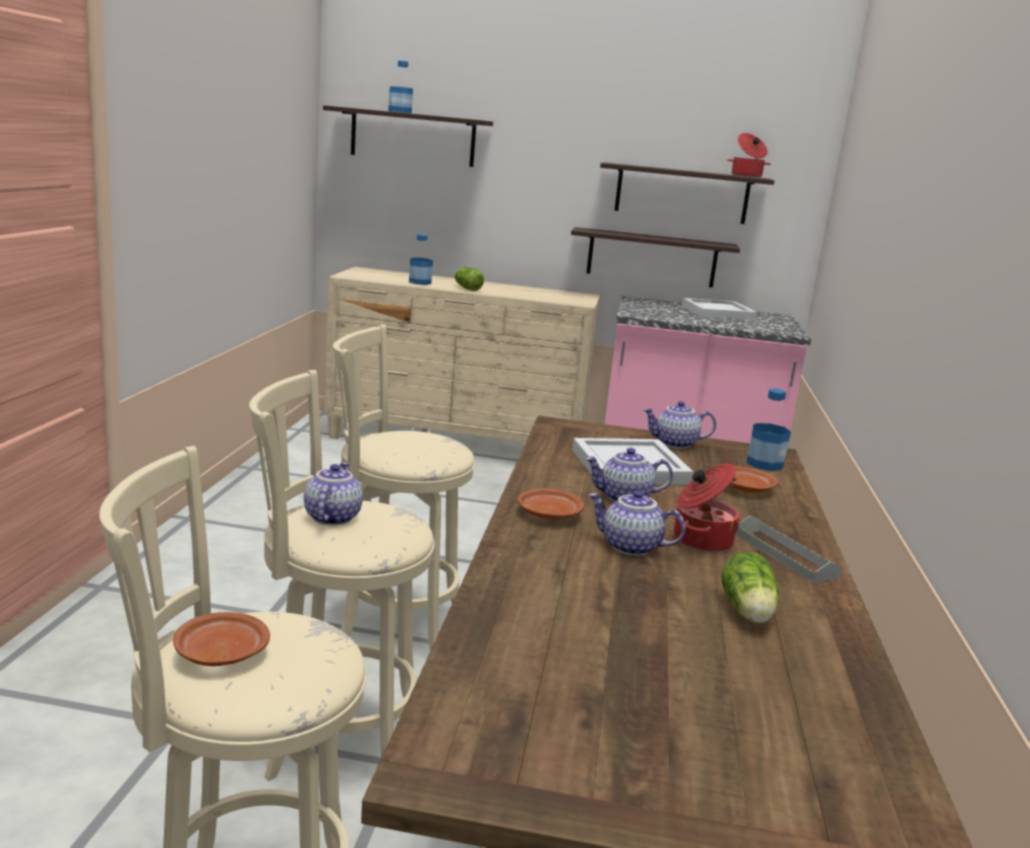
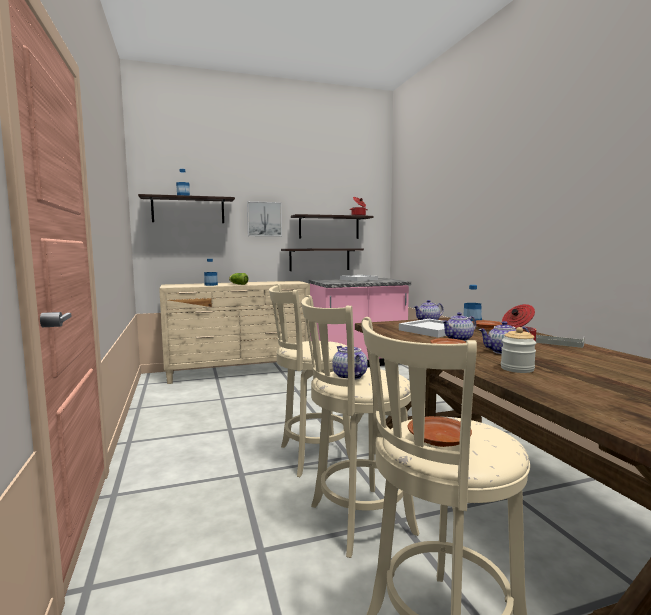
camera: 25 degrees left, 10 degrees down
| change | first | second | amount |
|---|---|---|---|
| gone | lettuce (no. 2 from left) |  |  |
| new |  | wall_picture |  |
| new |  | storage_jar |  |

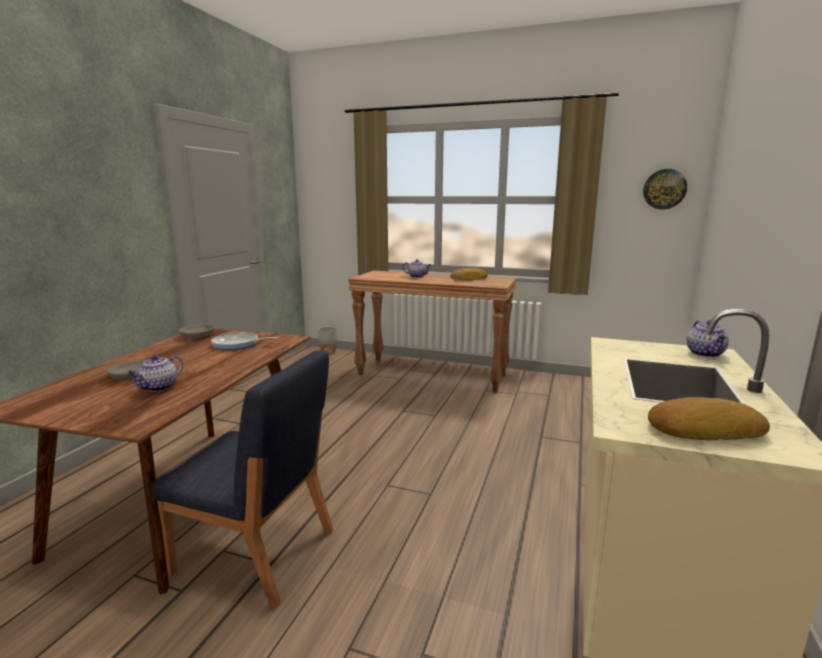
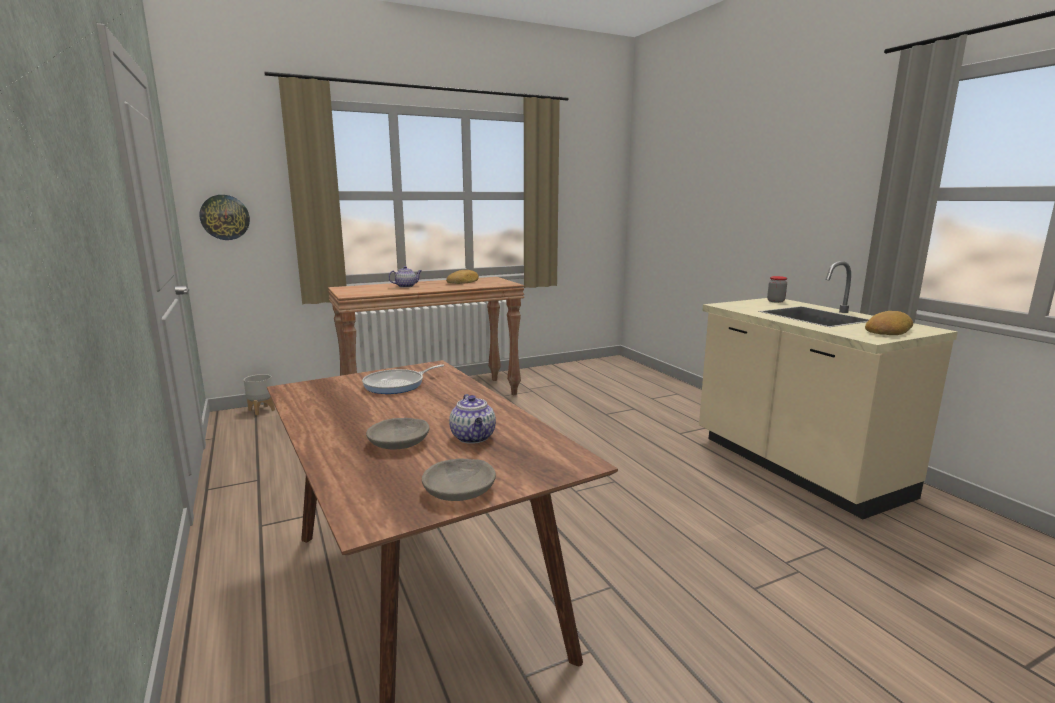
camera: 45 degrees left, 0 degrees up
| change | first | second | amount |
|---|---|---|---|
| gone | blue_plain_chair |  |  |
| shifted | gray_bowl (no. 2 from left) |  |  |
| shifted | wall_clock |  |  |
| swapped | pot_for_tea (no. 3 from left) | storage_jar |  |

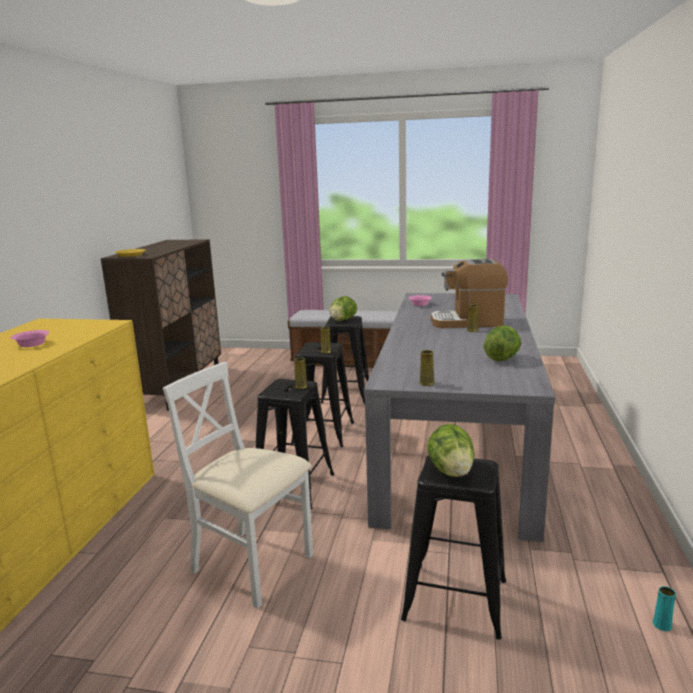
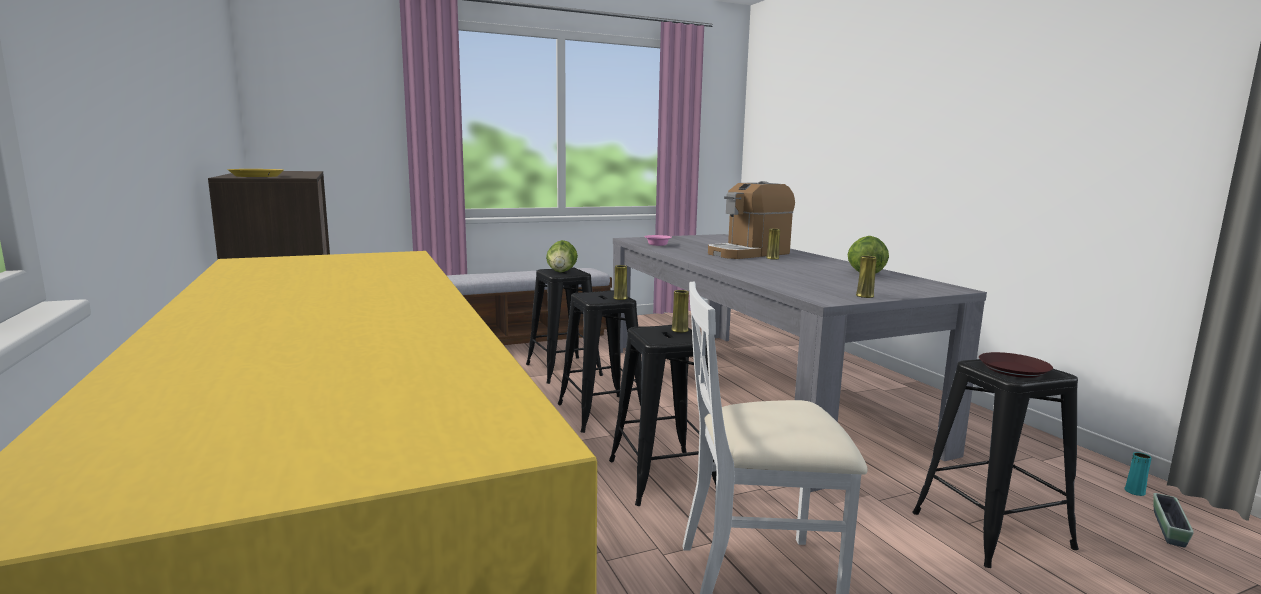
camera: 35 degrees left, 5 degrees down
| change | first | second | amount |
|---|---|---|---|
| gone | pink-coloured_bowl (no. 1 from left) |  |  |
| swapped | lettuce (no. 2 from left) | brown_dinner_plate |  |
| new |  | flower_pot |  |

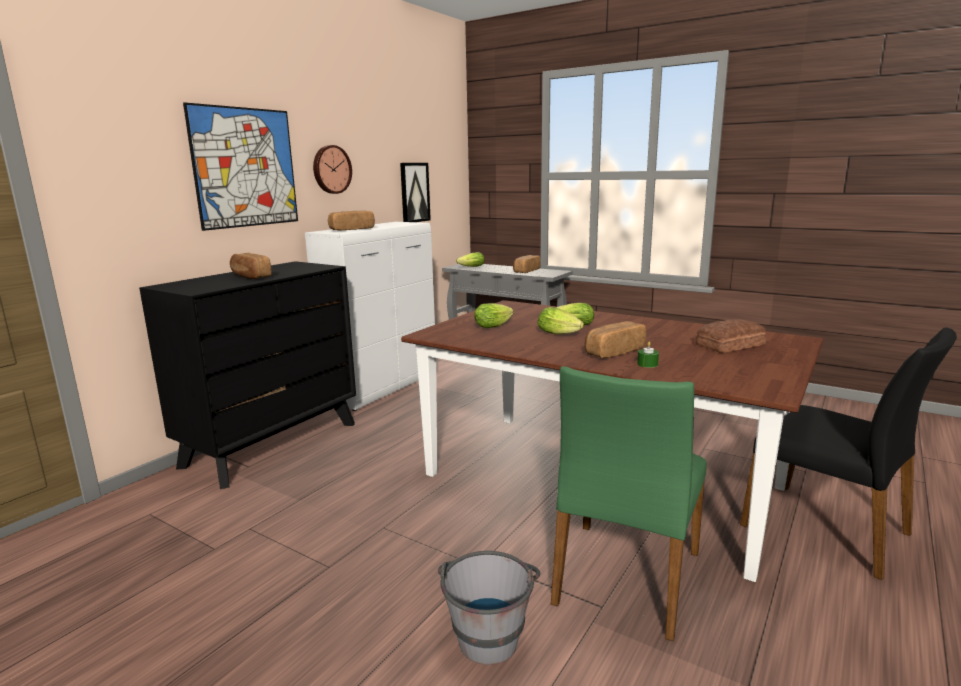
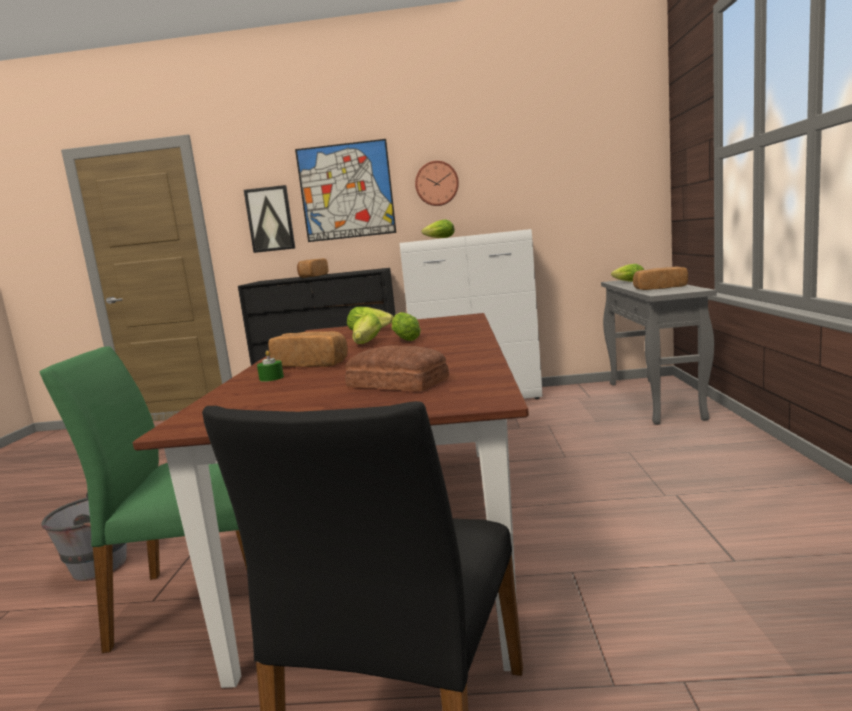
camera: 60 degrees right, 5 degrees down
| change | first | second | amount |
|---|---|---|---|
| swapped | bread (no. 2 from left) | lettuce (no. 4 from left) |  |
| shifted | wall_picture (no. 2 from left in the first image) | wall_picture (no. 1 from left) |  |

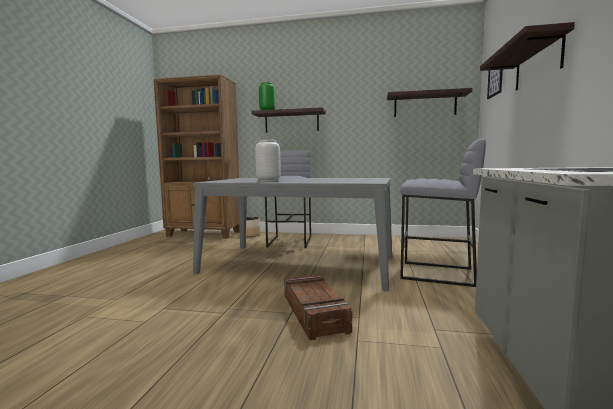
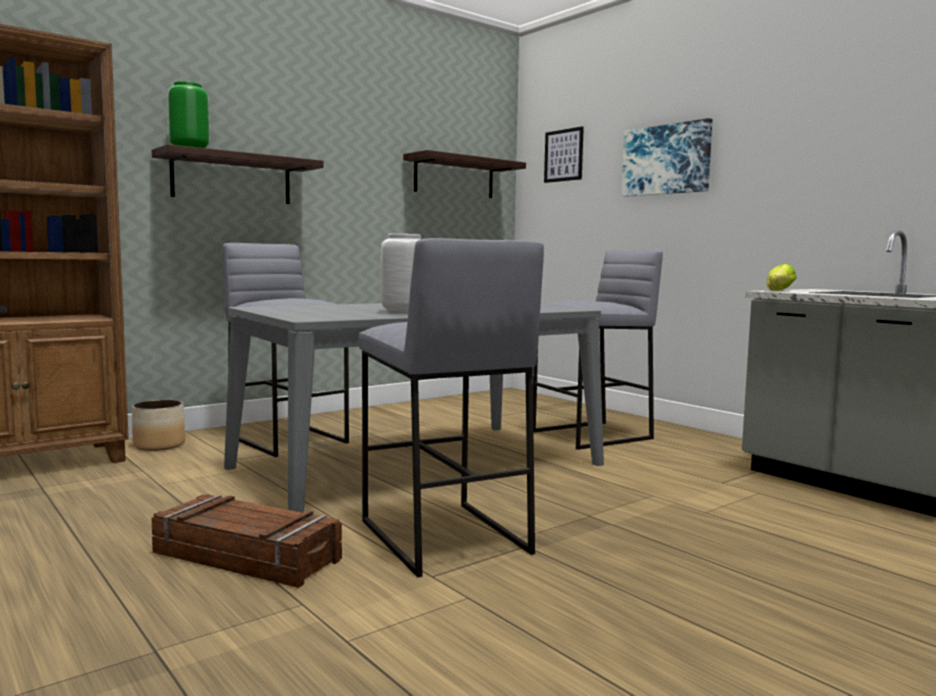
camera: 50 degrees left, 0 degrees up
| change | first | second | amount |
|---|---|---|---|
| shifted | packing_crate |  |  |
| swapped | shelf (no. 3 from left) | wall_picture (no. 2 from left) |  |
| new |  | gray_stool (no. 2 from left) |  |
| new |  | lettuce |  |

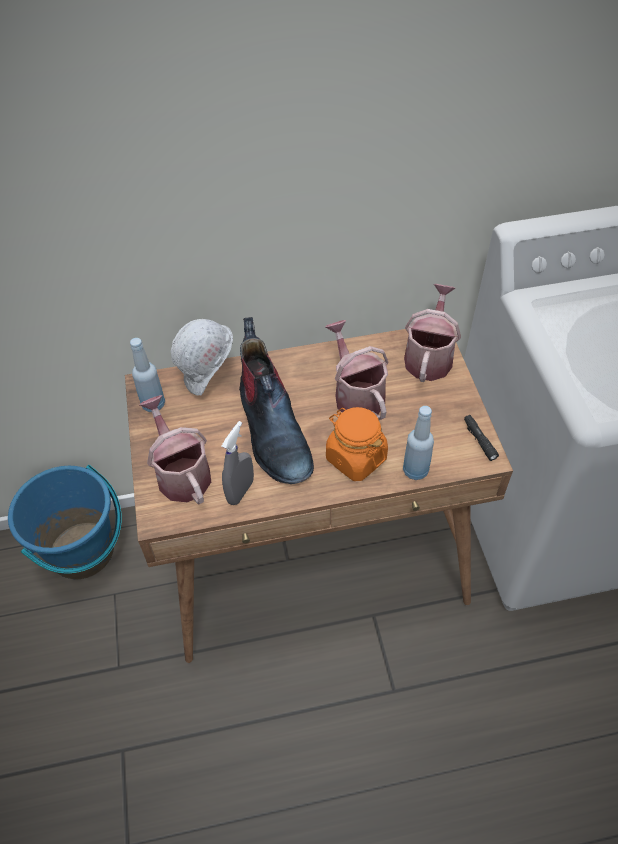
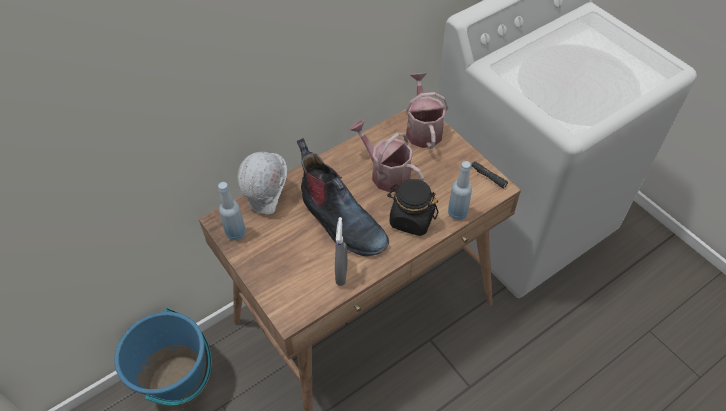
camera: 25 degrees left, 0 degrees up
| change | first | second | amount |
|---|---|---|---|
| gone | sprinkling_can (no. 1 from left) |  |  |
| repainted | orange_storage_jar | black_storage_jar |  |

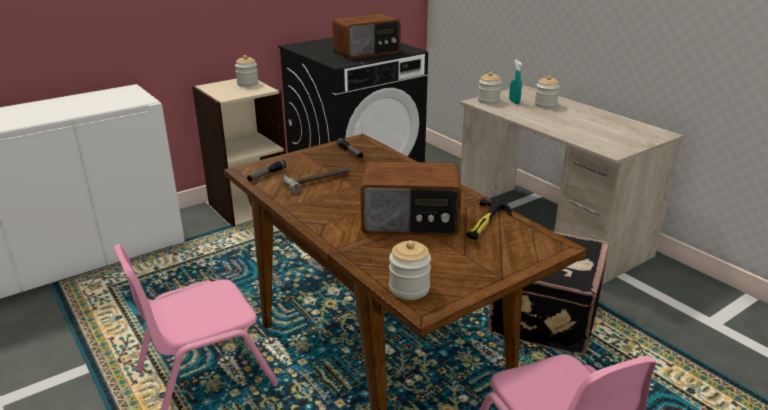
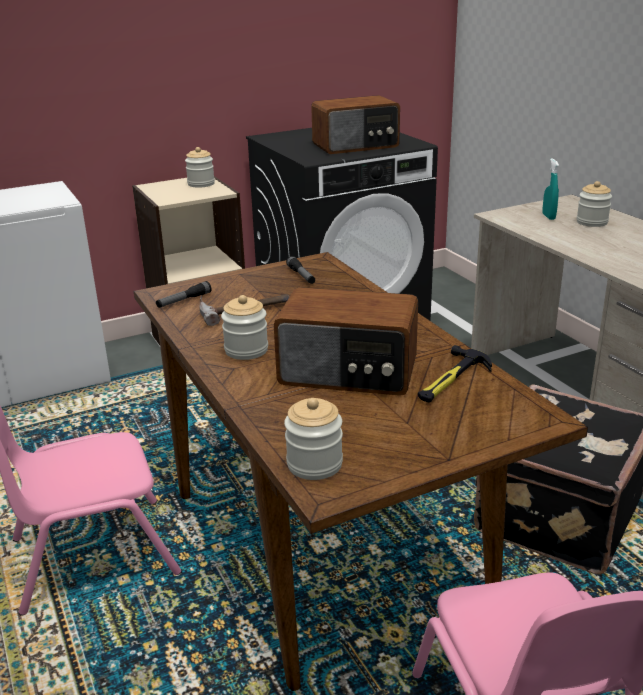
camera: 10 degrees right, 0 degrees up
| change | first | second | amount |
|---|---|---|---|
| shifted | storage_jar (no. 3 from left in the first image) | storage_jar (no. 2 from left) |  |

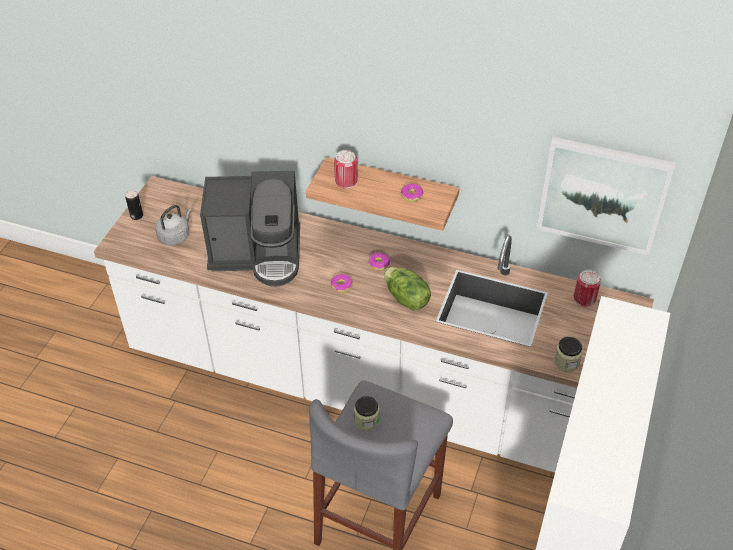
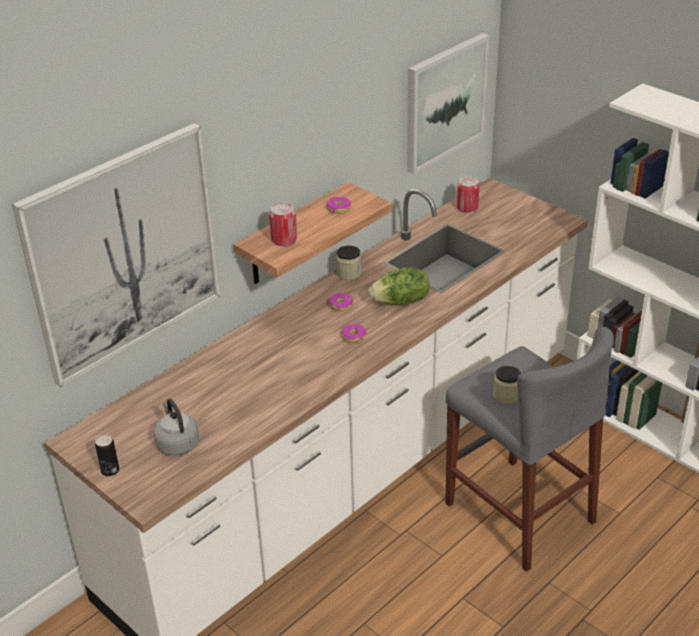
camera: 65 degrees left, 10 degrees down
| change | first | second | amount |
|---|---|---|---|
| gone | coffee_machine |  |  |
| shifted | storage_jar (no. 2 from left in the first image) | storage_jar (no. 1 from left) |  |
| new |  | wall_picture (no. 1 from left) |  |

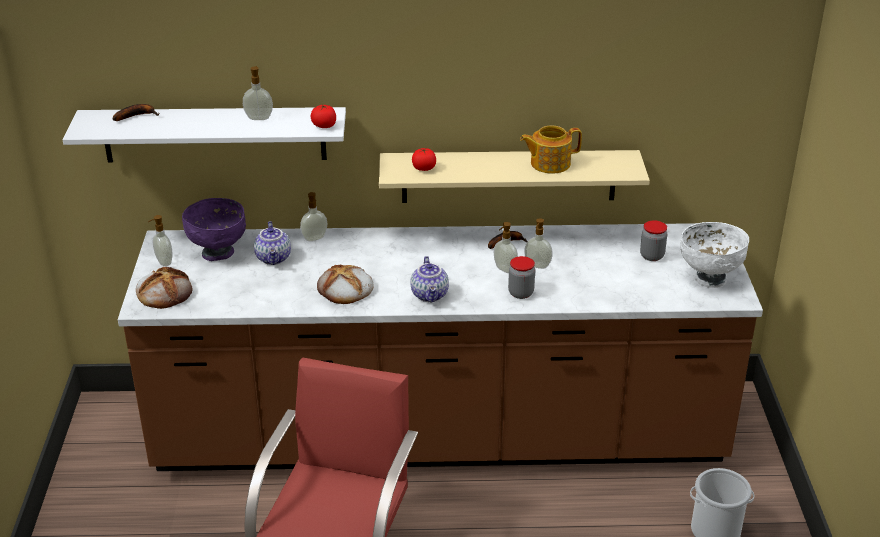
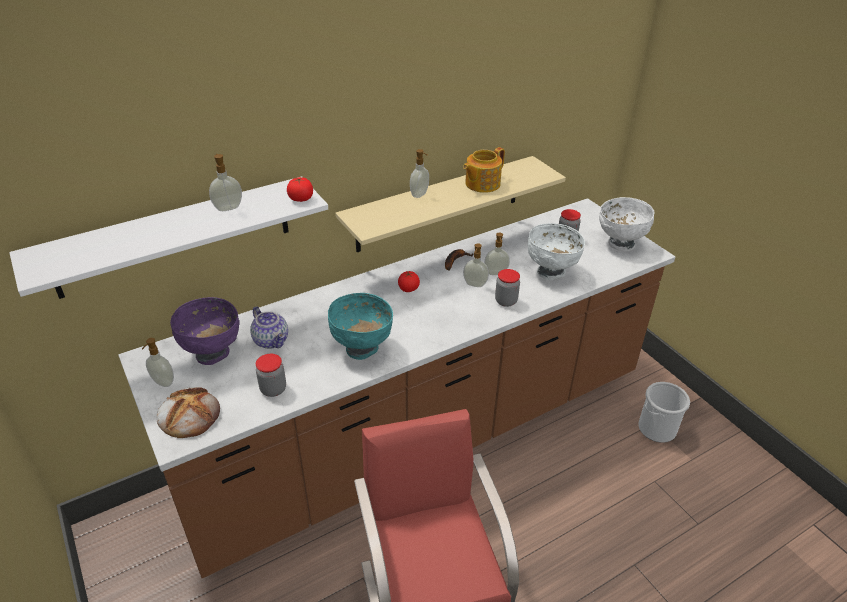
camera: 30 degrees left, 5 degrees up
| change | first | second | amount |
|---|---|---|---|
| gone | whole_banana (no. 1 from left) |  |  |
| shifted | liquid_soap_bottle (no. 3 from left) |  |  |
| swapped | bread (no. 2 from left) | turquoise-coloured_bowl |  |
| gone | pot_for_tea (no. 2 from left) |  |  |
| shifted | whole_tomato (no. 2 from left) |  |  |
| new |  | storage_jar (no. 1 from left) |  |
| new |  | white-coloured_bowl (no. 1 from left) |  |

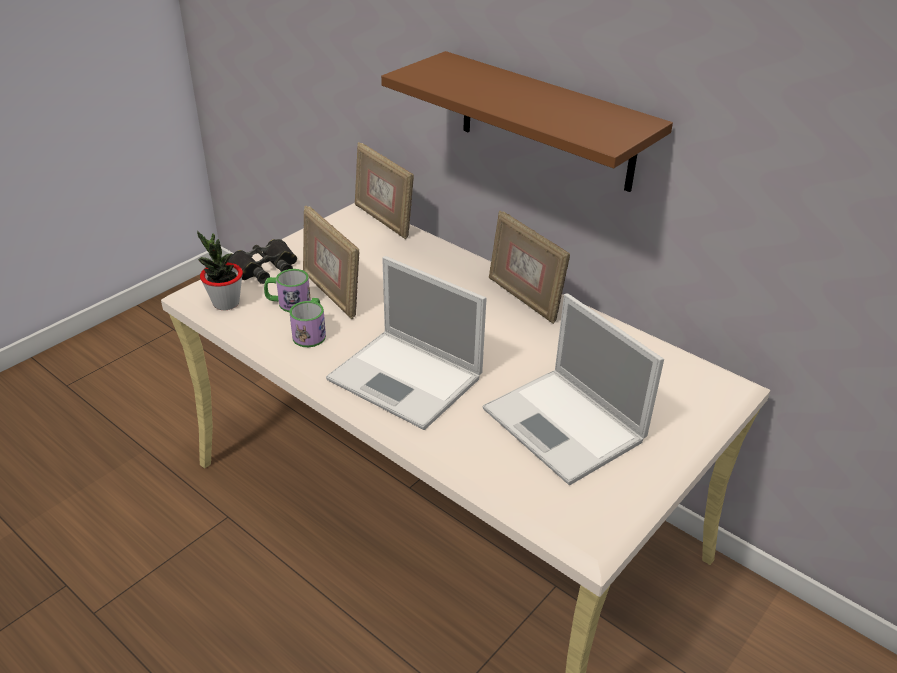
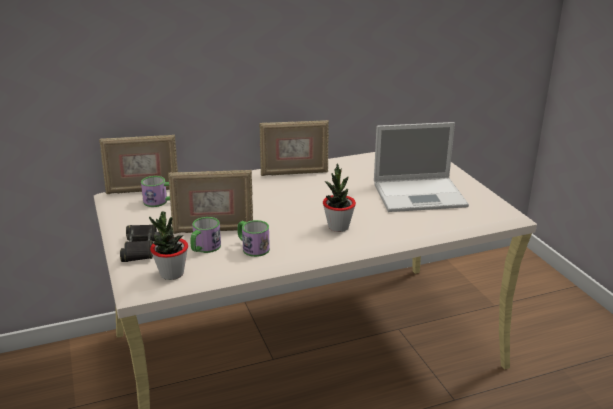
camera: 60 degrees left, 10 degrees down
| change | first | second | amount |
|---|---|---|---|
| swapped | portable_computer (no. 1 from left) | plant_in_a_pot (no. 2 from left) |  |
| gone | brown_shelf |  |  |
| new |  | mug (no. 1 from left) |  |

